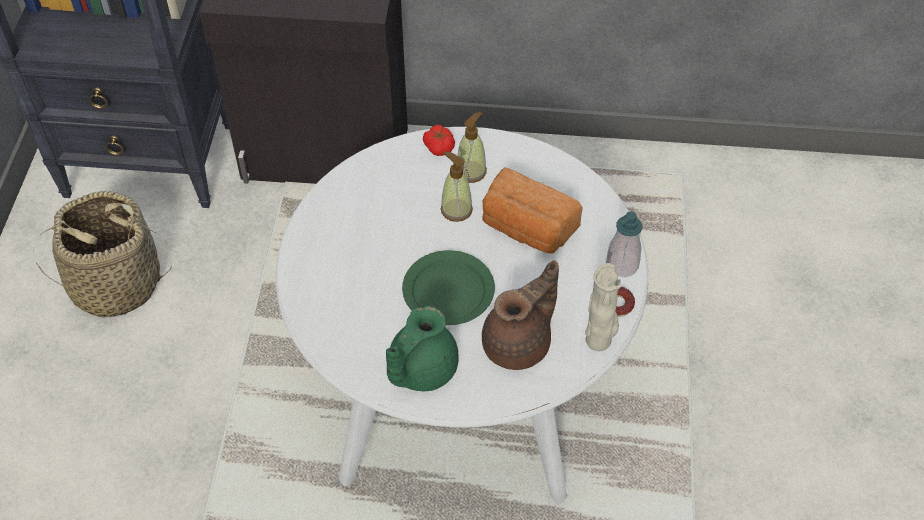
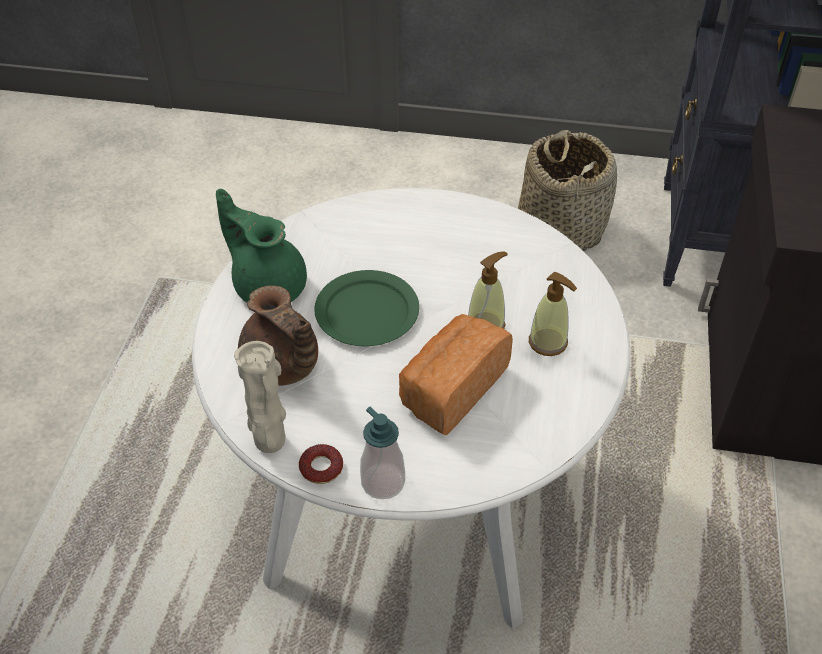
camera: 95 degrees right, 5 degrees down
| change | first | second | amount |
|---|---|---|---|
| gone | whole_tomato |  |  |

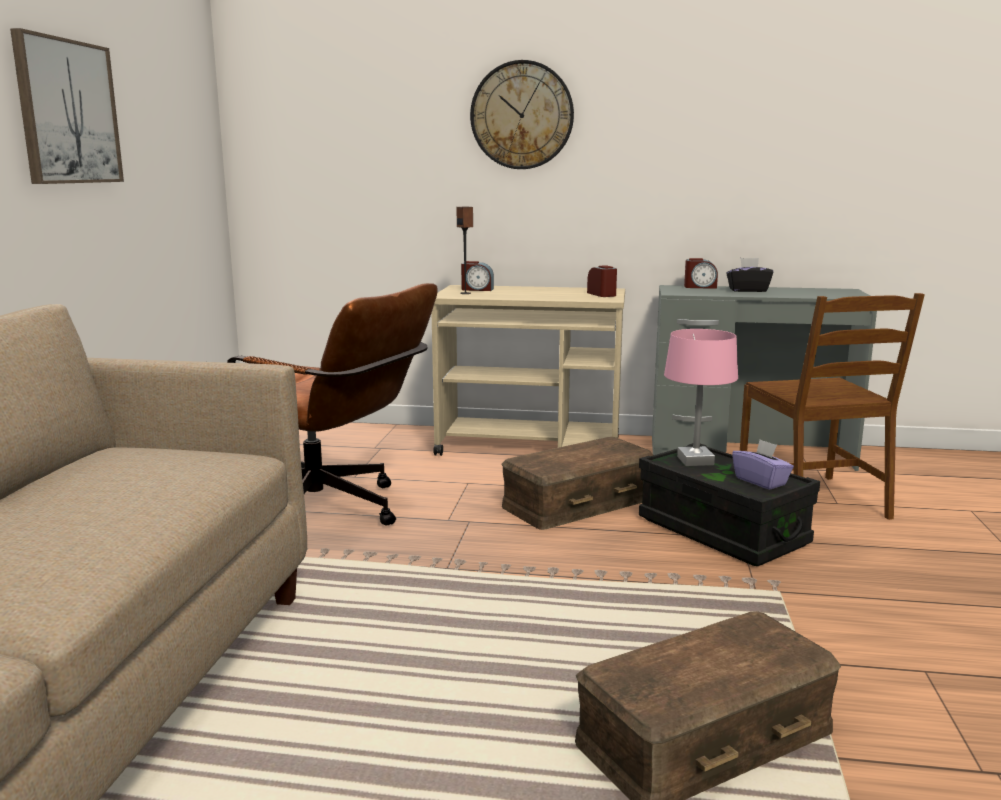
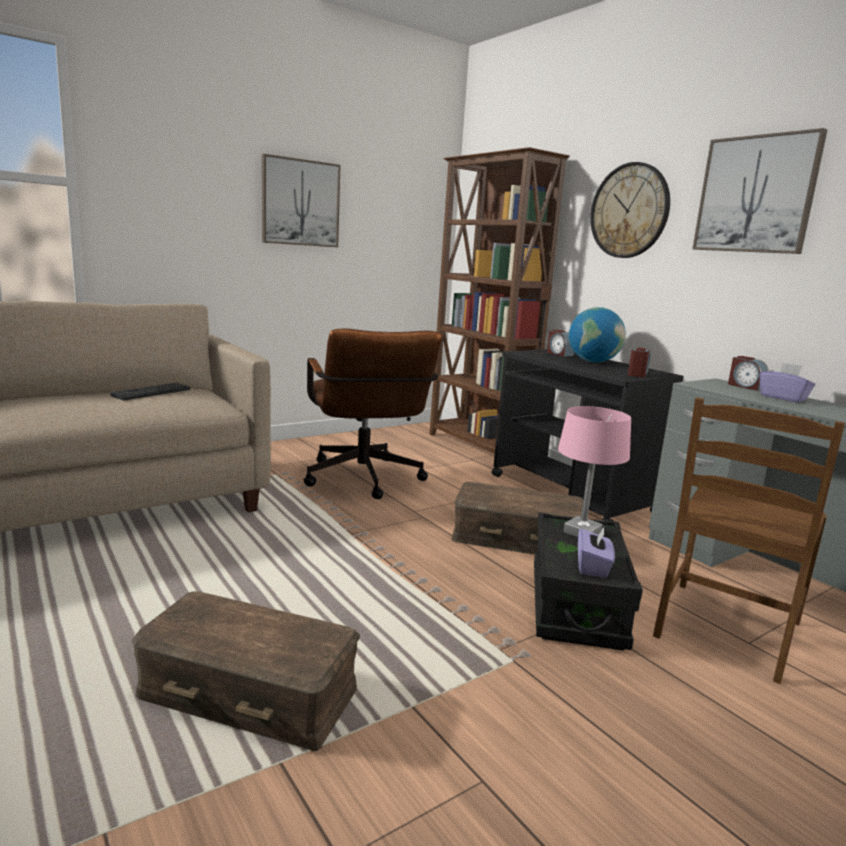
camera: 45 degrees right, 0 degrees up
| change | first | second | amount |
|---|---|---|---|
| repainted | beige-coloured_cart | black_cart |  |
| repainted | black_tissue_holder | purple_tissue_holder (no. 2 from left) |  |
| new |  | PC_keyboard |  |
| new |  | brown_shelving_unit |  |
| new |  | world_globe |  |
| new |  | wall_picture (no. 2 from left) |  |

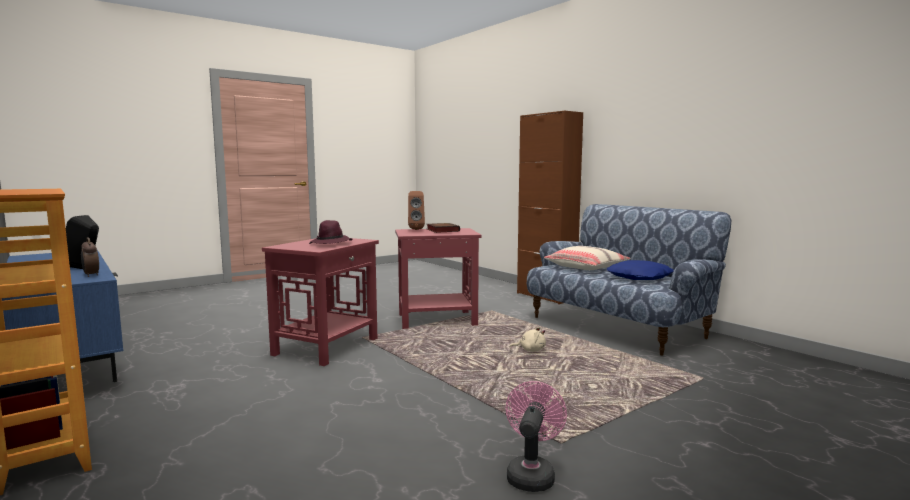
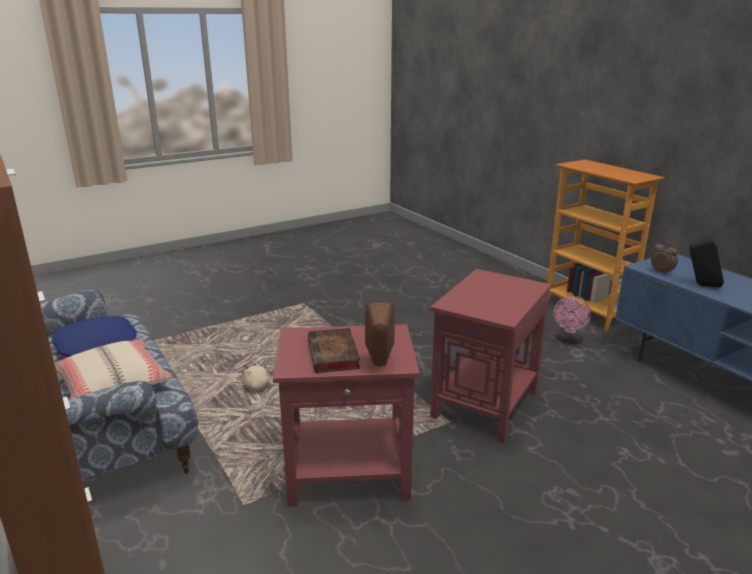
camera: 175 degrees left, 15 degrees up
| change | first | second | amount |
|---|---|---|---|
| gone | purple_wearable_hat |  |  |
| shifted | pink-coloured_cooling_fan |  |  |

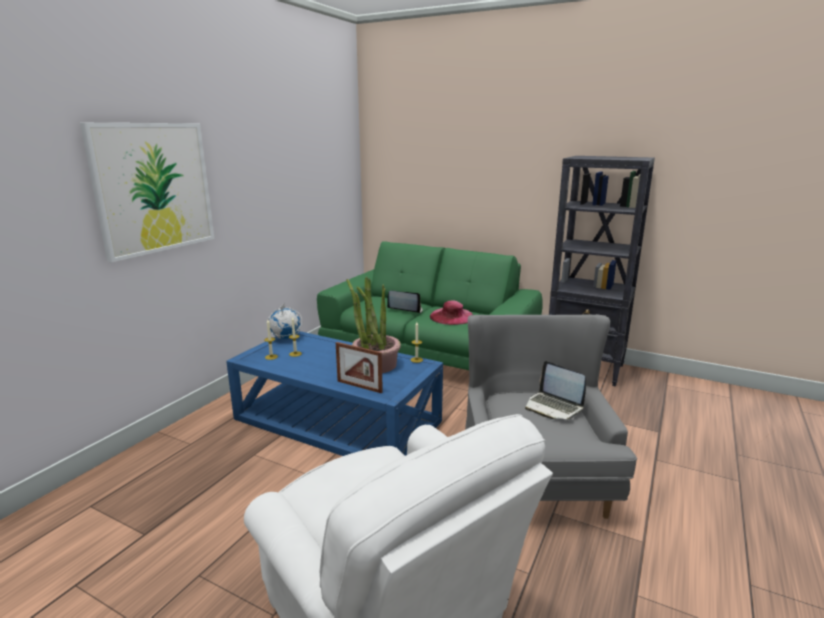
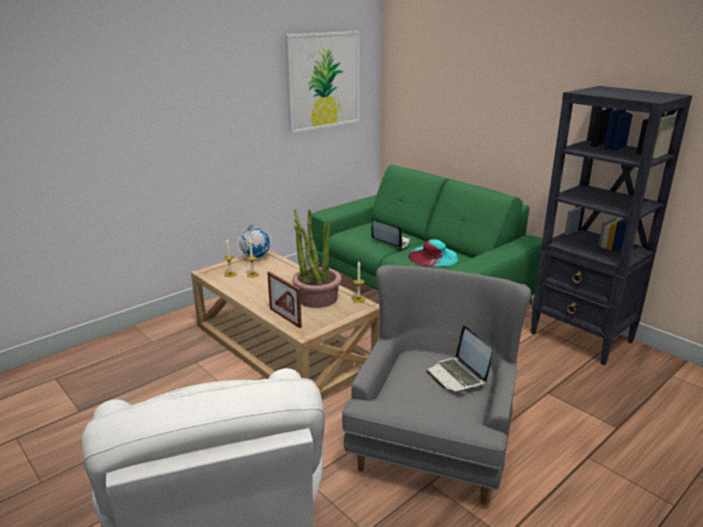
camera: 20 degrees right, 5 degrees up
| change | first | second | amount |
|---|---|---|---|
| shifted | wall_picture |  |  |
| repainted | blue_coffee_table | beige-coloured_coffee_table |  |
| repainted | pink-coloured_wearable_hat | turquoise-coloured_wearable_hat |  |

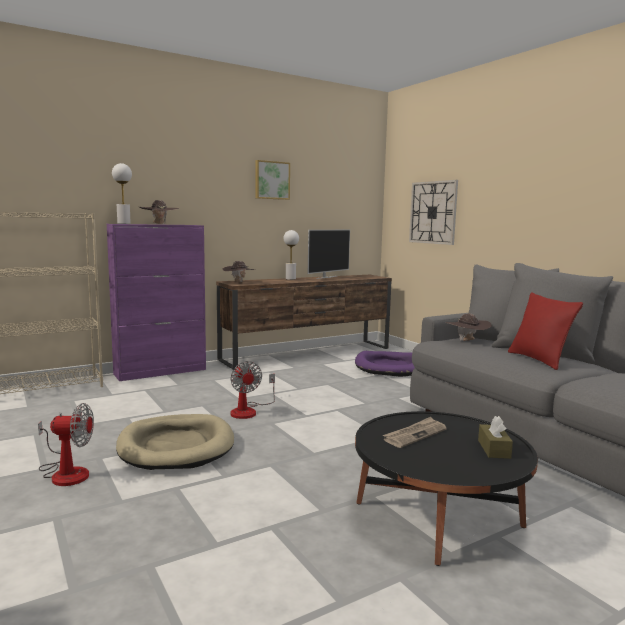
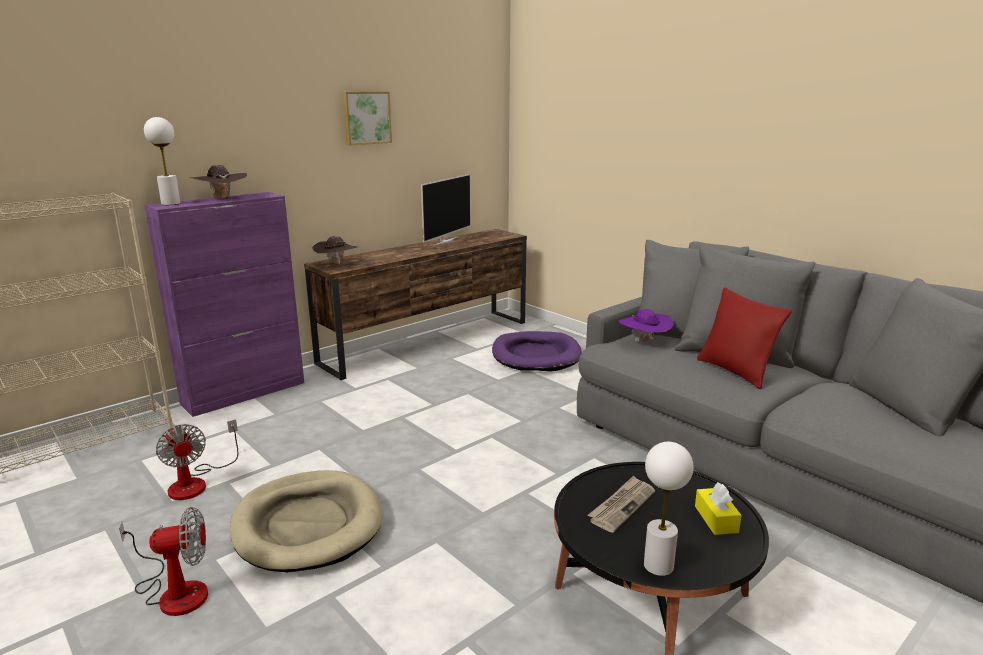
camera: 10 degrees left, 10 degrees up
| change | first | second | amount |
|---|---|---|---|
| shifted | cooling_fan (no. 2 from left) |  |  |
| shifted | white-coloured_table_lamp (no. 2 from left) |  |  |
| gone | wall_clock |  |  |
| repainted | brown_wearable_hat (no. 3 from left) | purple_wearable_hat |  |
| repainted | brown_tissue_holder | yellow-coloured_tissue_holder |  |

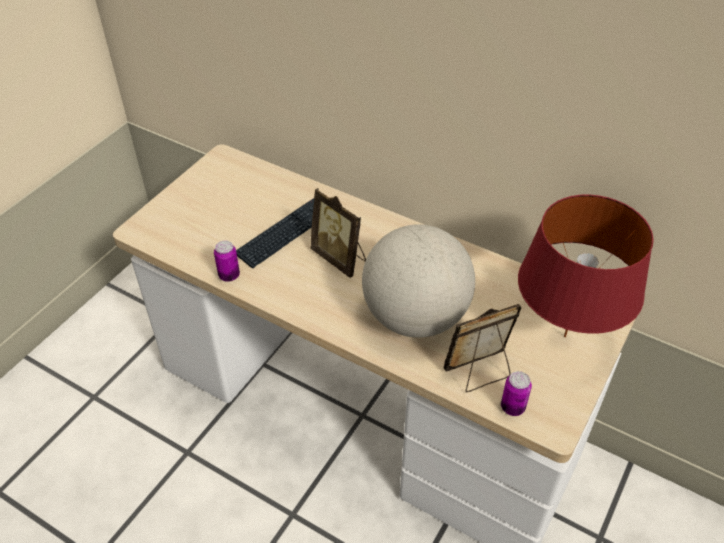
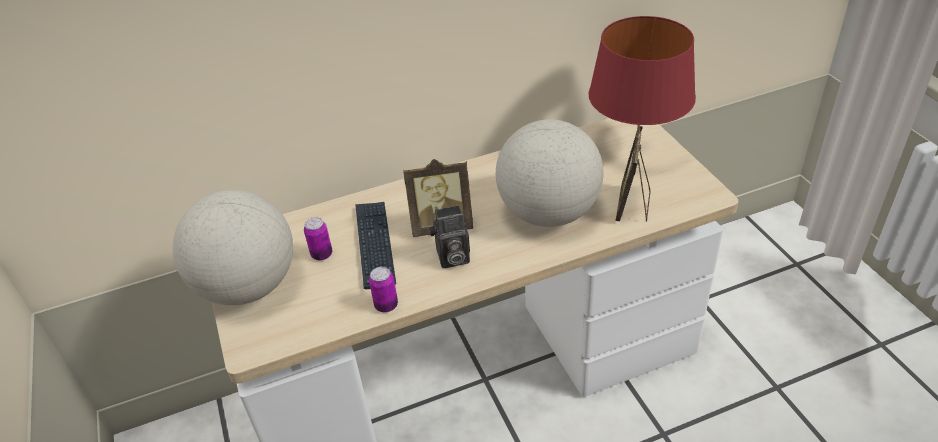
camera: 50 degrees left, 5 degrees down
| change | first | second | amount |
|---|---|---|---|
| shifted | can (no. 2 from left in the first image) | can (no. 1 from left) |  |
| new |  | world_globe (no. 1 from left) |  |
| new |  | still_camera |  |

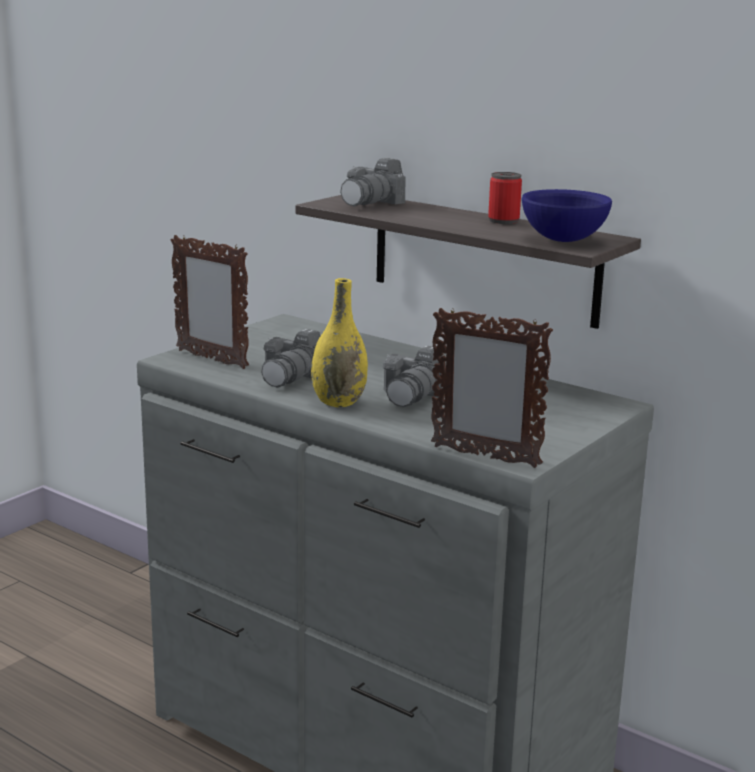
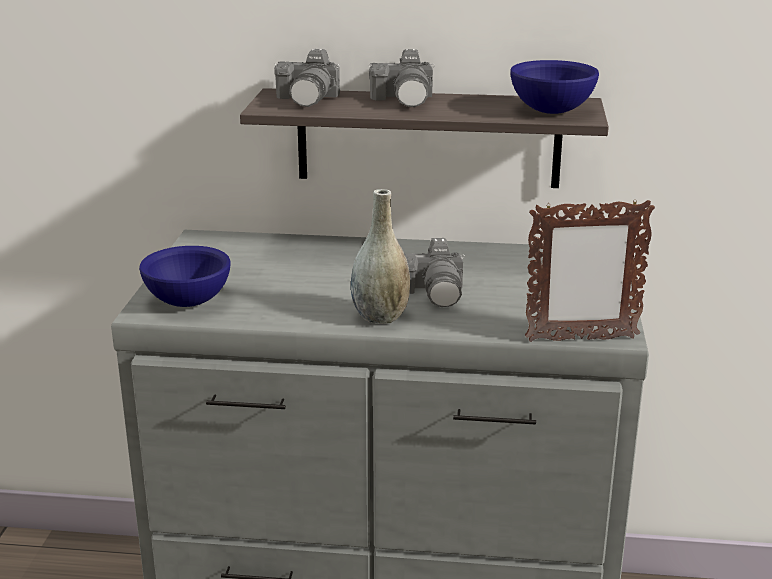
camera: 30 degrees left, 5 degrees up
| change | first | second | amount |
|---|---|---|---|
| swapped | photo_frame (no. 1 from left) | blue_bowl (no. 1 from left) |  |
| shifted | still_camera (no. 1 from left in the first image) | still_camera (no. 2 from left) |  |
| repainted | yellow-coloured_vase | gray_vase |  |
| gone | can |  |  |

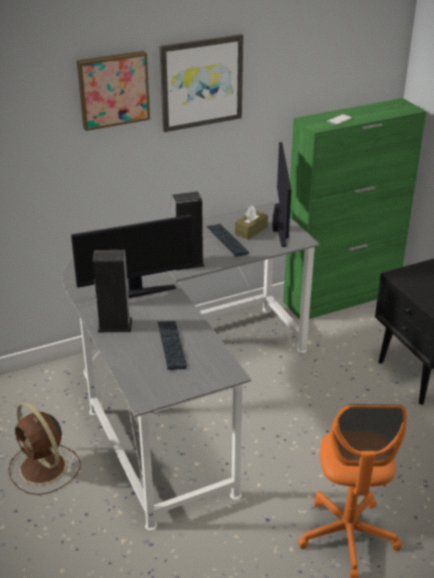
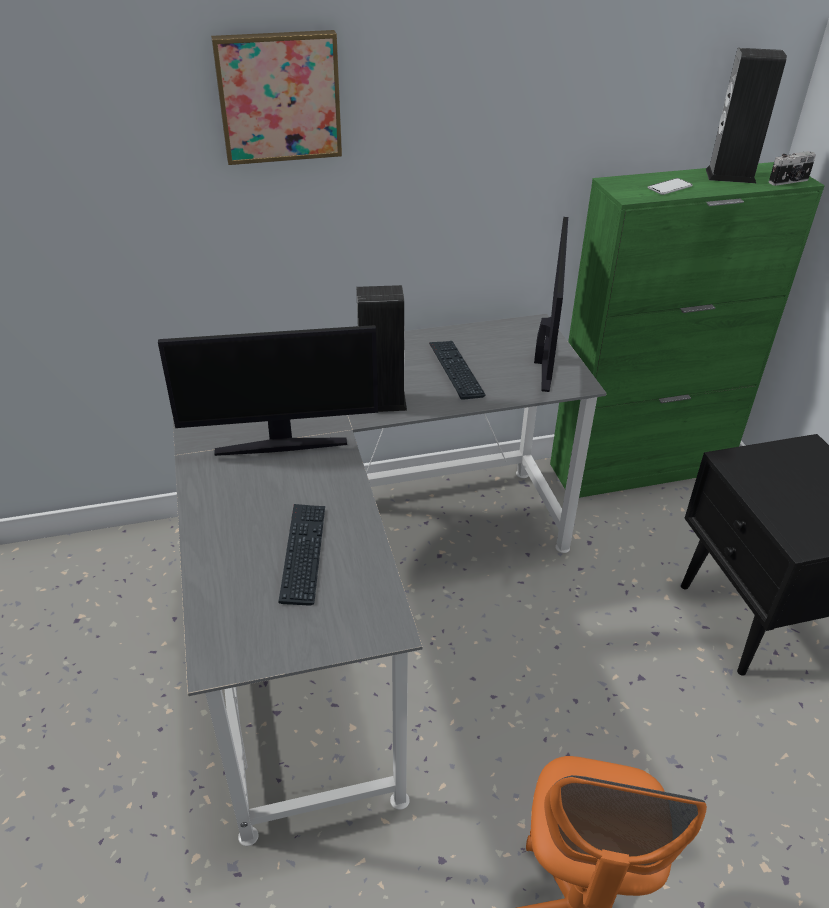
camera: 10 degrees right, 5 degrees up
| change | first | second | amount |
|---|---|---|---|
| gone | brown_cooling_fan |  |  |
| shifted | speaker (no. 1 from left in the first image) | speaker (no. 2 from left) |  |
| gone | wall_picture (no. 2 from left) |  |  |
| gone | brown_tissue_holder |  |  |
| new |  | still_camera |  |

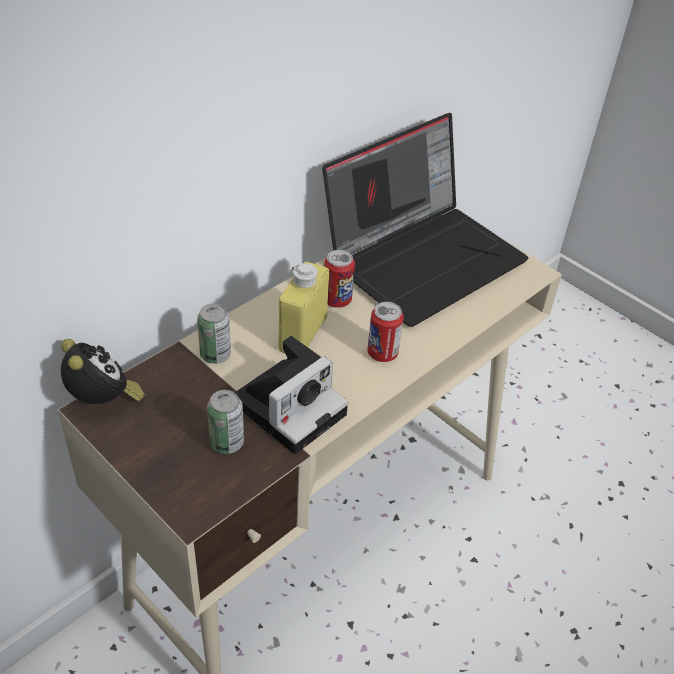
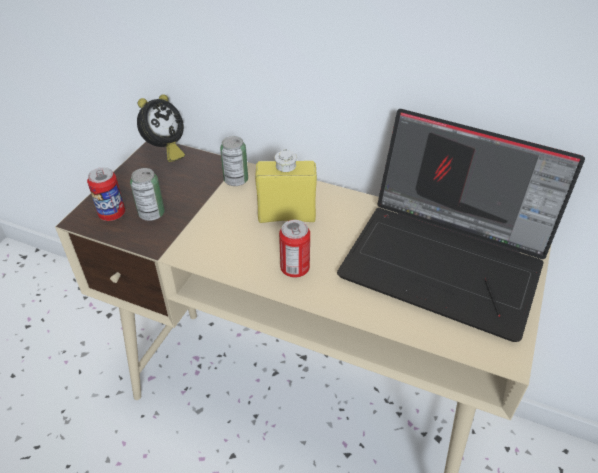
camera: 70 degrees right, 0 degrees up
| change | first | second | amount |
|---|---|---|---|
| gone | still_camera |  |  |
| shifted | can (no. 3 from left in the first image) | can (no. 1 from left) |  |

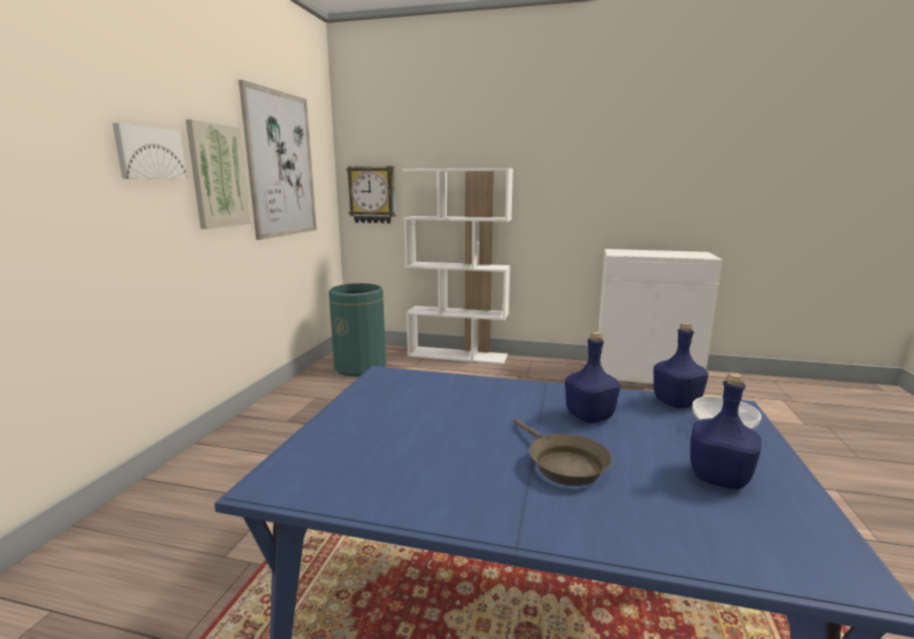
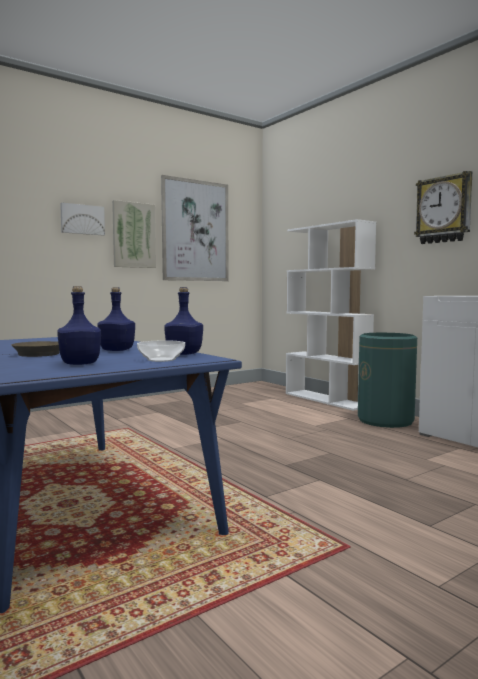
camera: 40 degrees right, 10 degrees down
| change | first | second | amount |
|---|---|---|---|
| shifted | green_waste_bin |  |  |
| shifted | wall_clock |  |  |

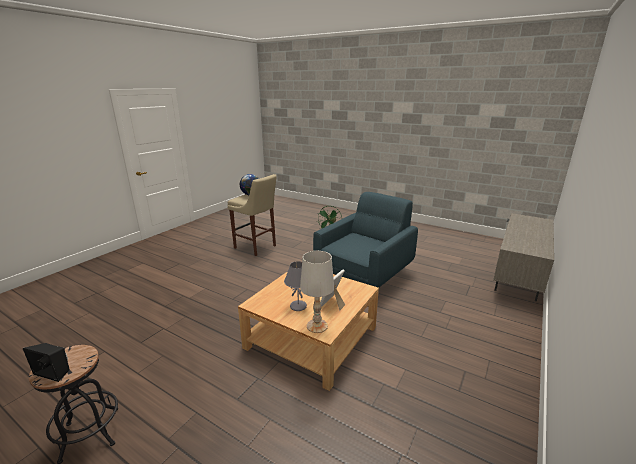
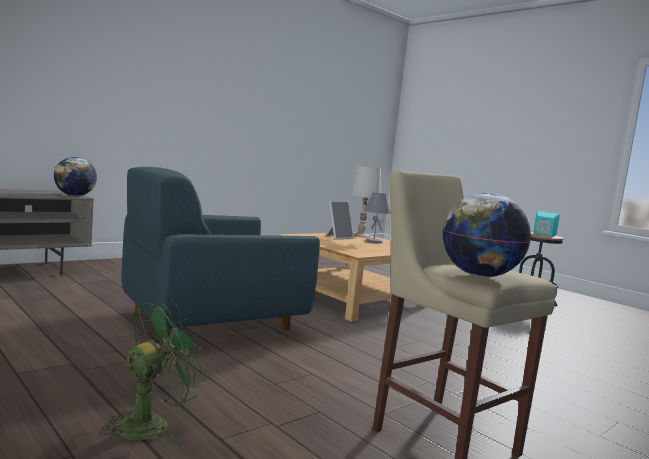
camera: 165 degrees left, 15 degrees down
| change | first | second | amount |
|---|---|---|---|
| repainted | black_speaker | turquoise-coloured_speaker |  |
| new |  | world_globe (no. 1 from left) |  |

